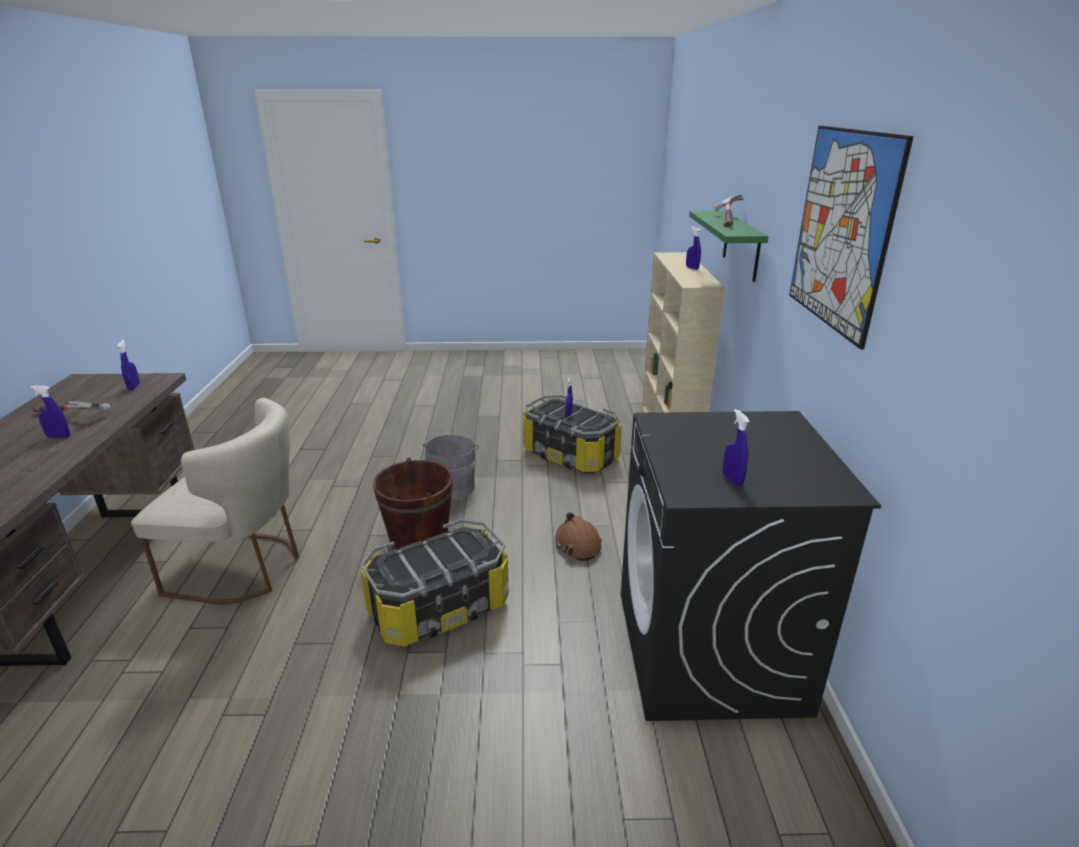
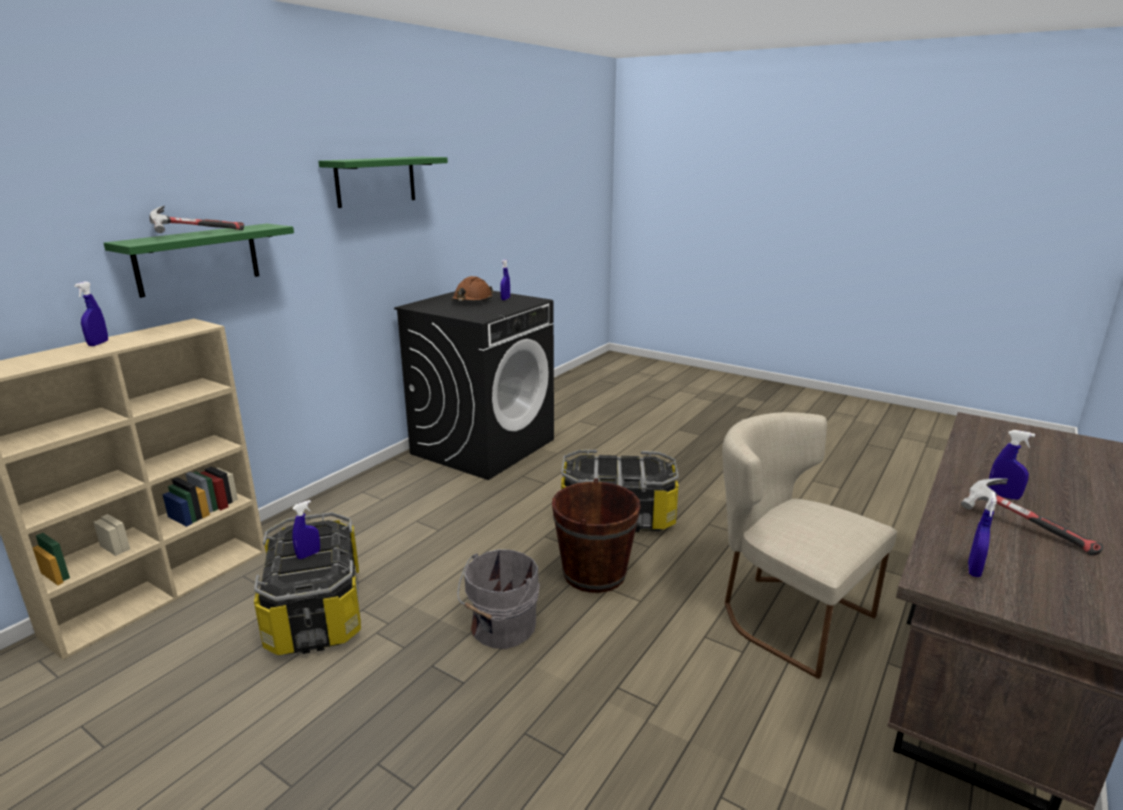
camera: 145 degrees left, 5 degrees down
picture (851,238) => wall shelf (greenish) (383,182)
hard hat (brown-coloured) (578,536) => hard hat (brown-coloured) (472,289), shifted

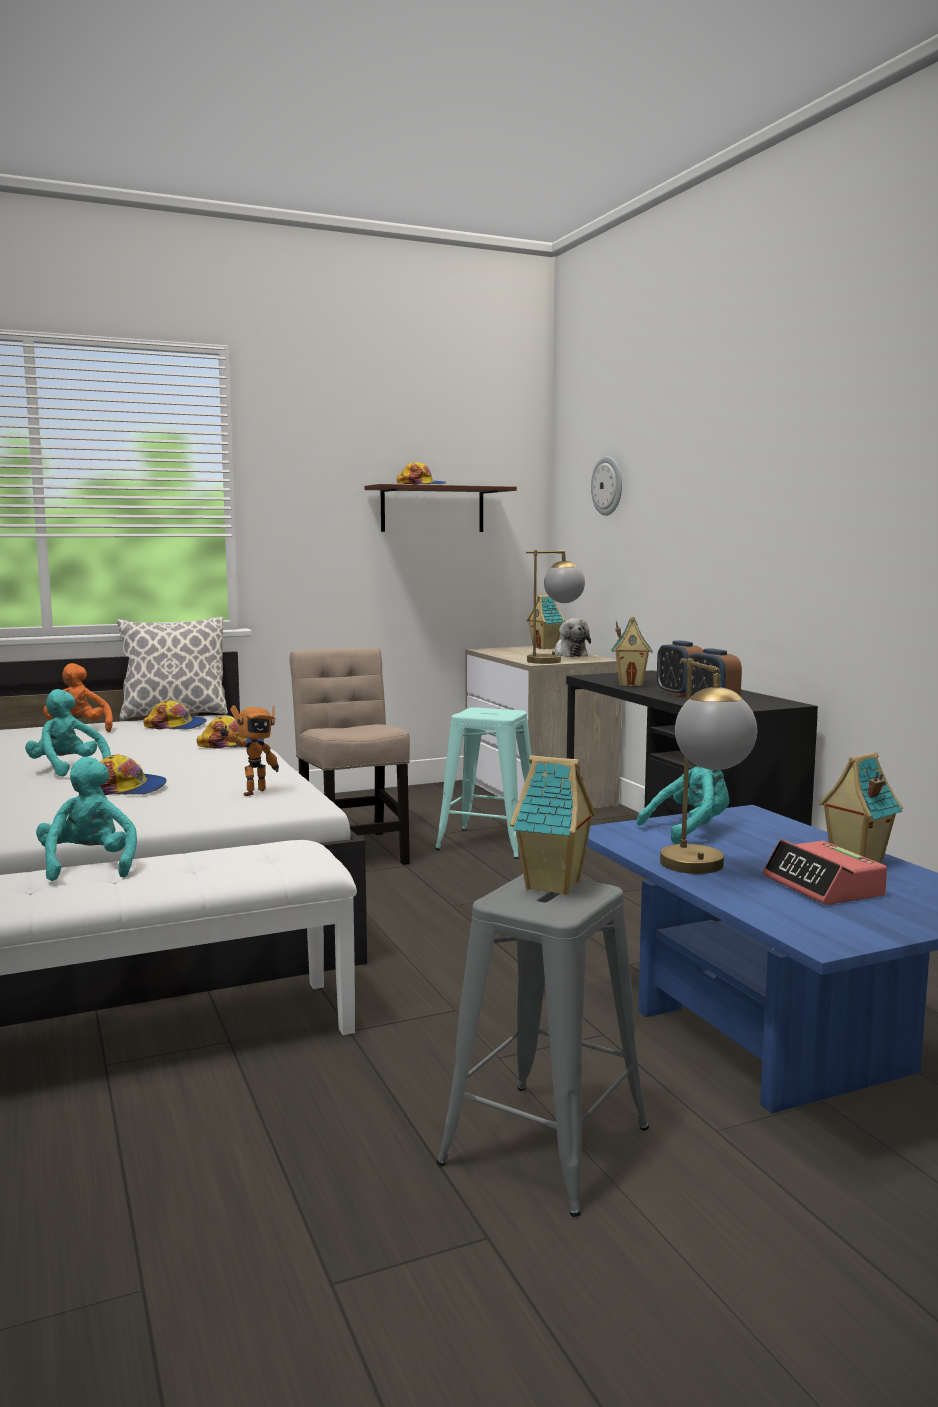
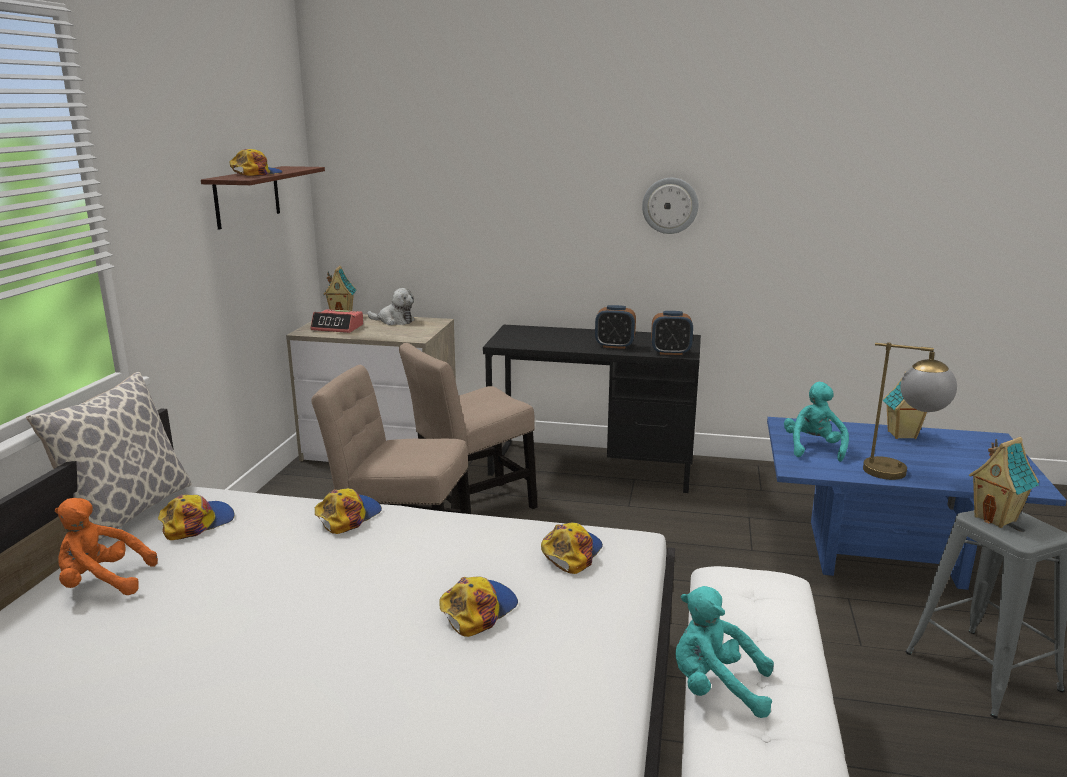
camera: 55 degrees left, 10 degrees up
clock on the wall (606,486) => clock on the wall (670,206), shifted
tabletop lamp (555,607) => nothing
model house (632,650) => nothing
plush toy (turquoise-coloured) (68,732) => nothing
toy robot (249,750) => peaked cap (572,548)
sitting stool (turquoise-coloured) (483,783) => chair (beige-coloured) (468,426)
alarm clock (825,872) => alarm clock (336,321), shifted

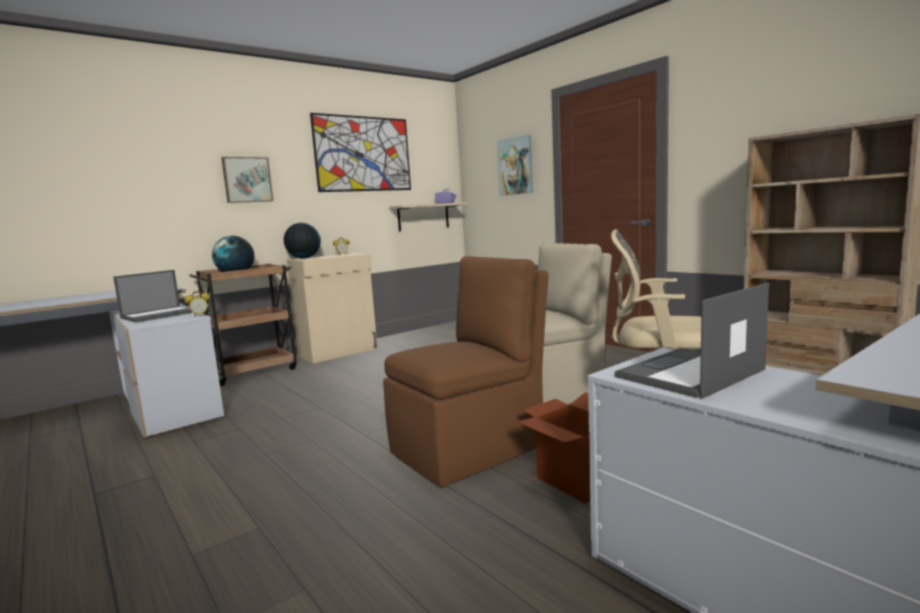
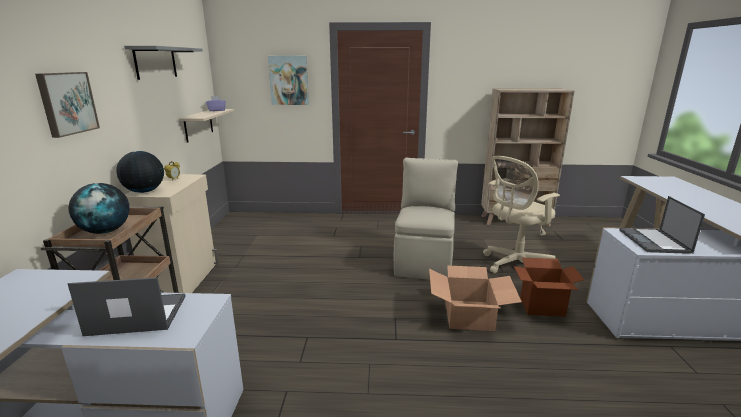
camera: 50 degrees left, 10 degrees up
picture (360,152) => wall shelf (grey) (163,63)
chair (brown-coloured) (466,372) => cardboard box (475,298)
notebook computer (153,296) => notebook computer (127,306), 90 degrees counterclockwise
alarm clock (197,304) => nothing

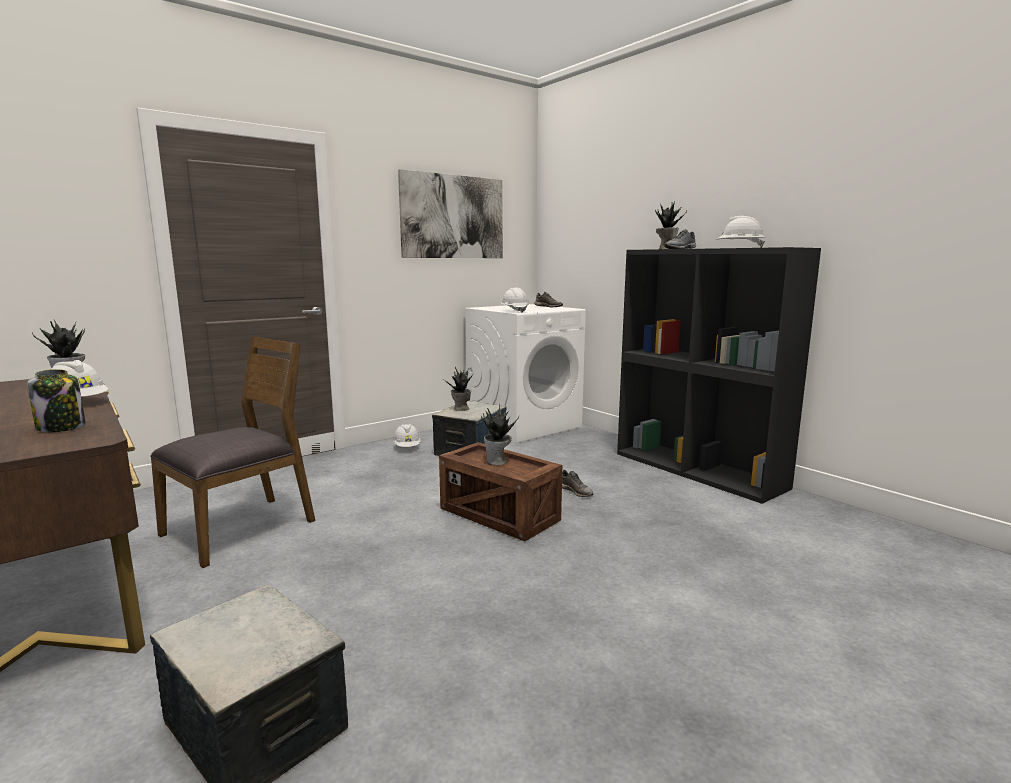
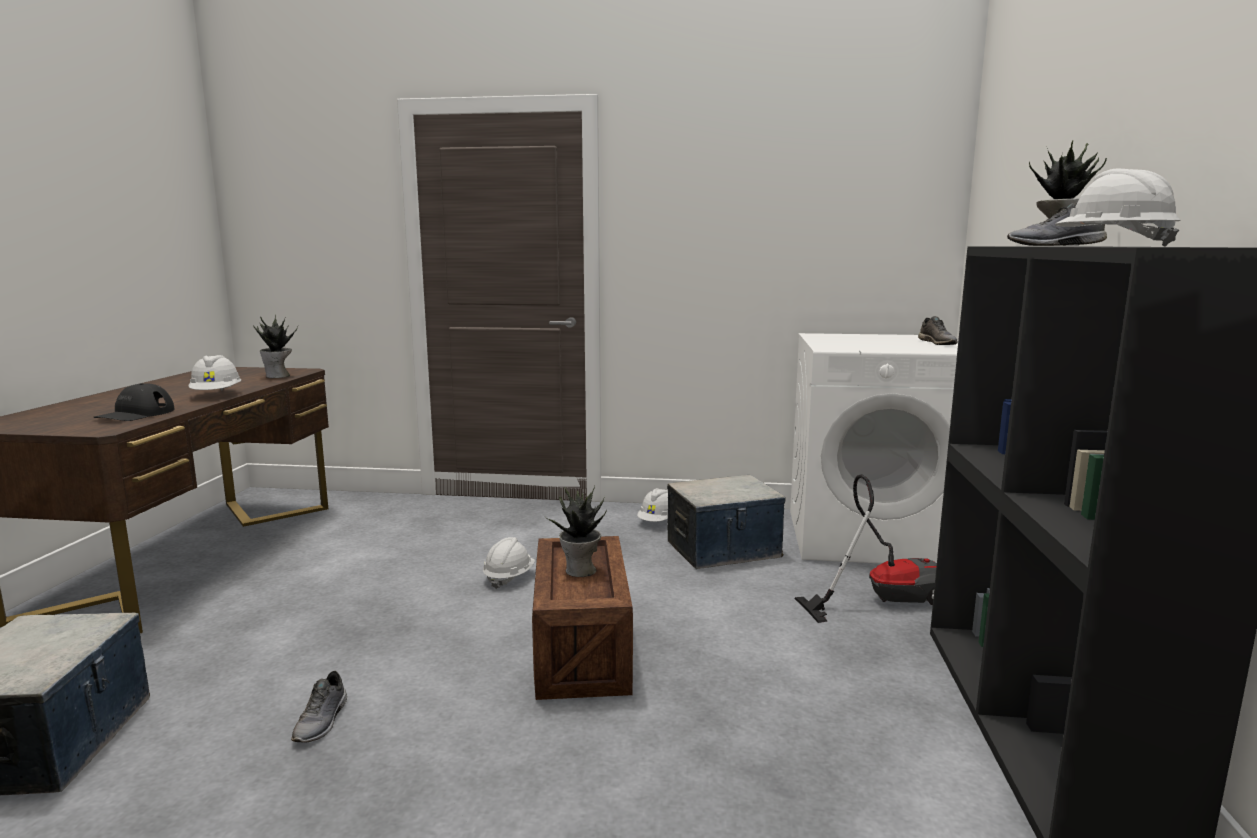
camera: 45 degrees right, 0 degrees up
picture (450,213) => nothing
hard hat (whitish) (514,299) => hard hat (whitish) (509,563), shifted
chair (brown-coloured) (232,452) => nothing
plant in a pot (458,389) => nothing
jar (56,400) => peaked cap (blackish) (134,402)
item of footwear (grey) (578,483) => item of footwear (grey) (319,707), shifted
nothing => vacuum cleaner (866,548)

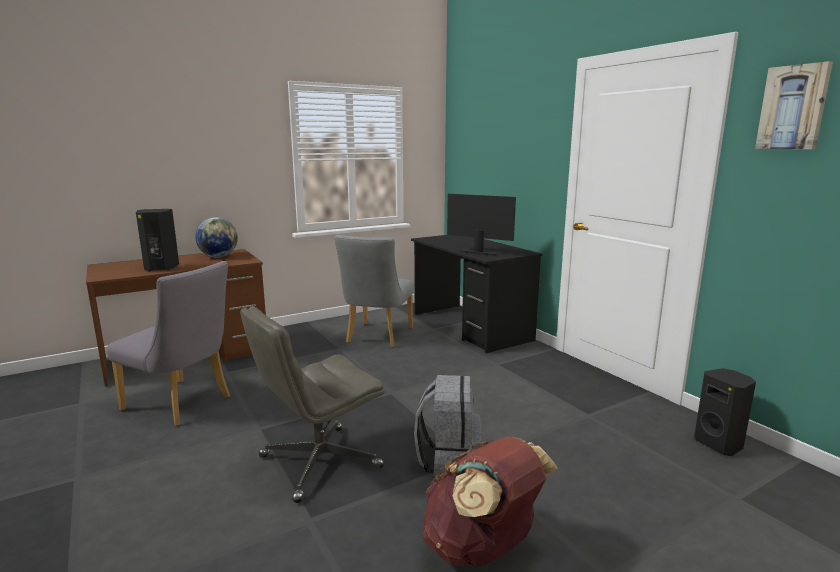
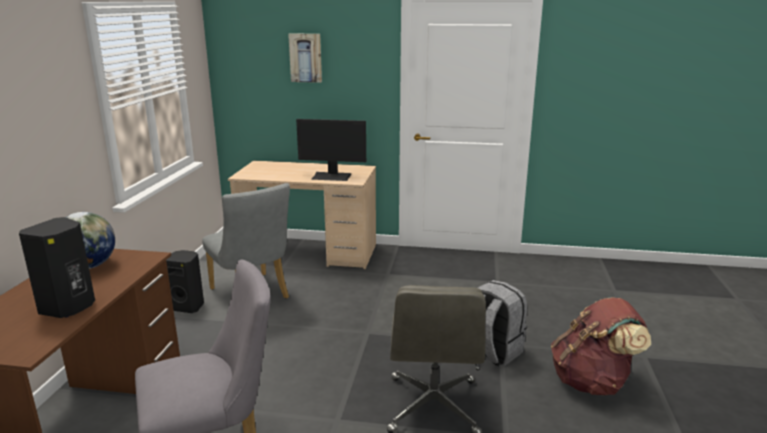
camera: 50 degrees left, 5 degrees up
picture (794,105) => picture (305,58), shifted
computer display (481,225) => computer display (331,150), 150 degrees counterclockwise
desk table (blackish) (476,294) => desk table (beige-coloured) (302,215)
audio speaker (blackish) (725,412) => audio speaker (blackish) (185,281), shifted

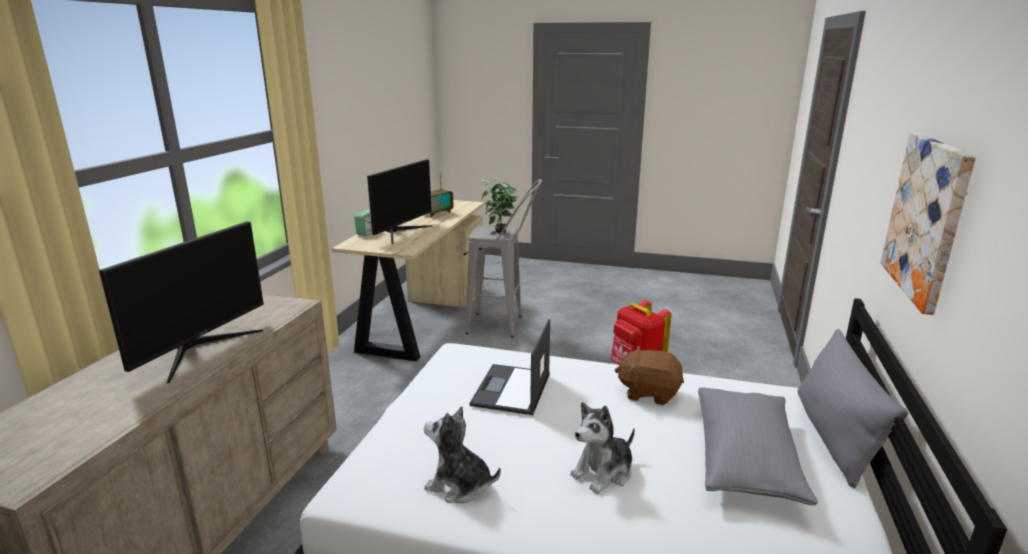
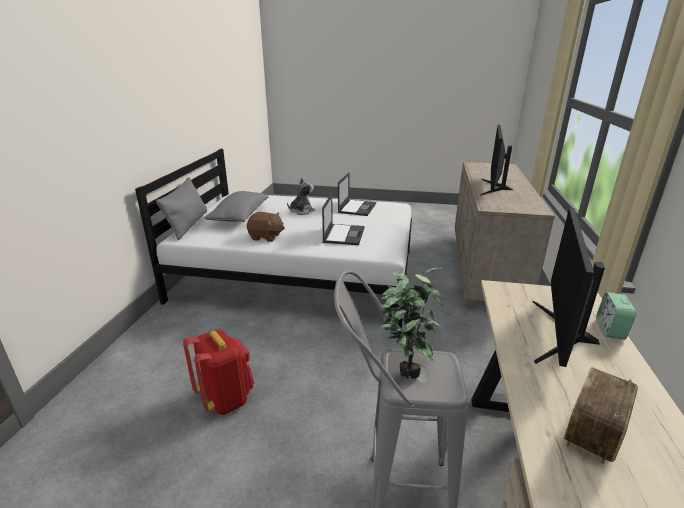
camera: 175 degrees right, 5 degrees up
picture (928,224) => nothing
plush toy (462,454) => notebook computer (357,194)

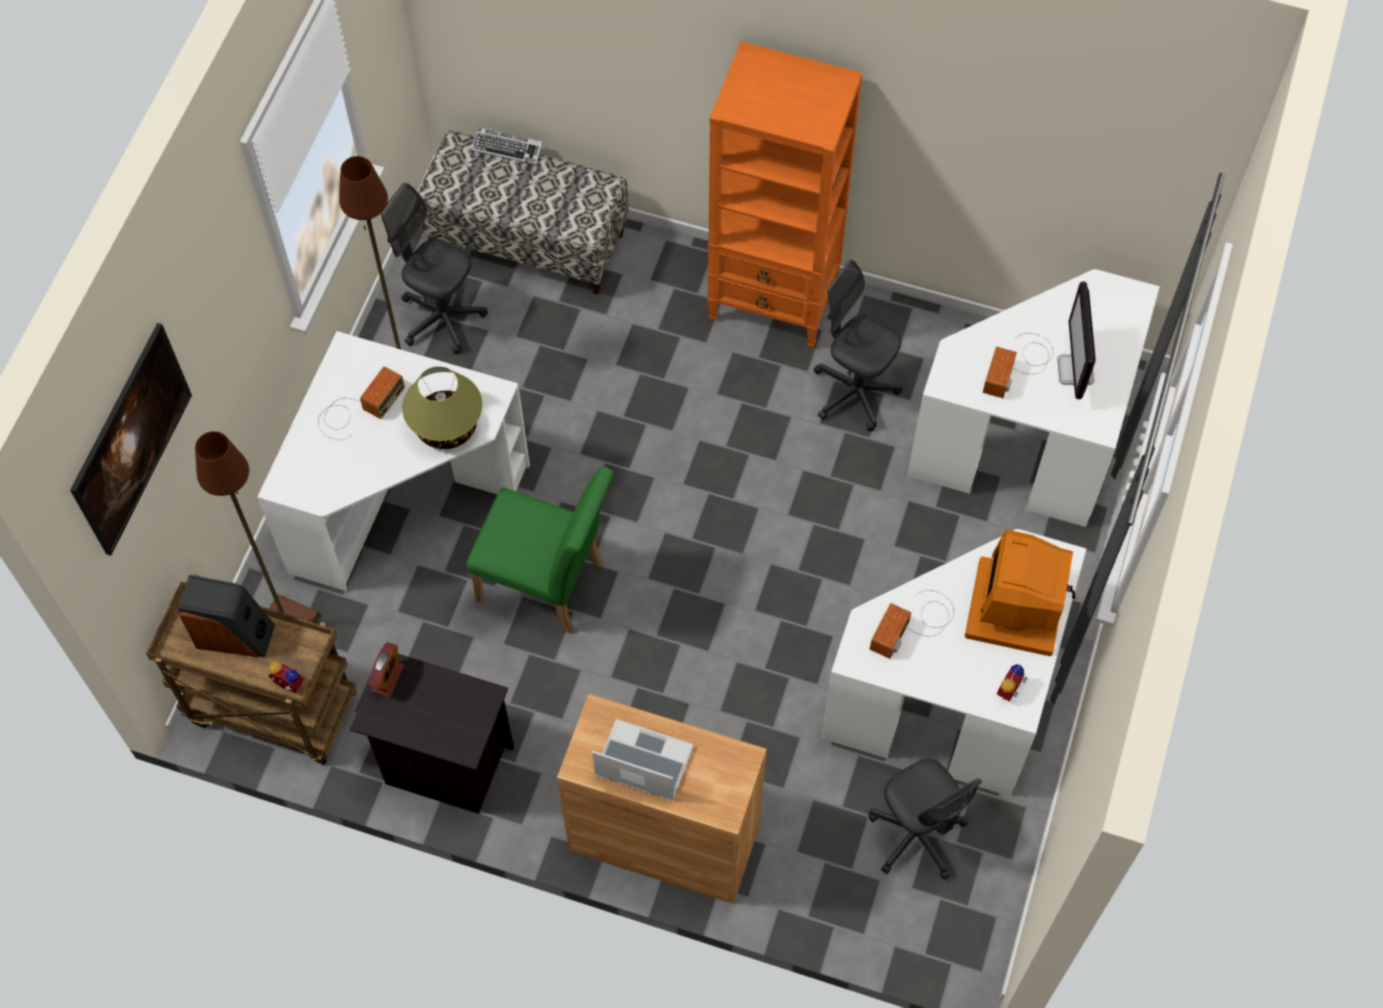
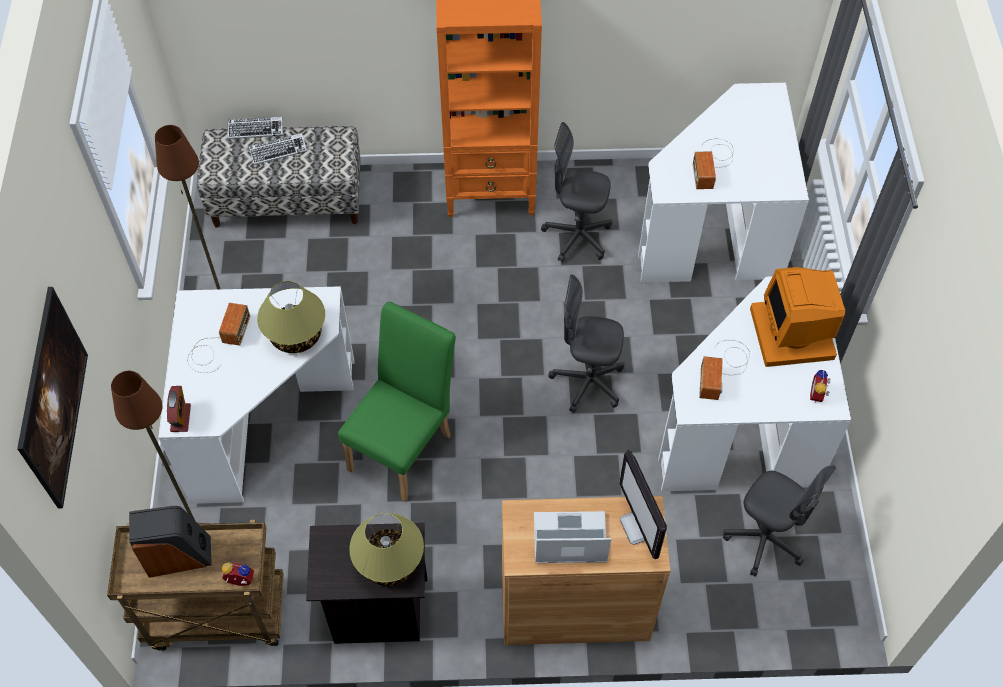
camera: 20 degrees left, 5 degrees down
desk chair (grey) (434,268) => desk chair (grey) (586,343), shifted
computer display (1076,340) => computer display (643,504), shifted
chair (greenish) (540,550) => chair (greenish) (397,402), 60 degrees counterclockwise
alarm clock (386,670) => alarm clock (179,409), shifted
nothing => computer keyboard (278,149)
nothing => tabletop lamp (386,549)

